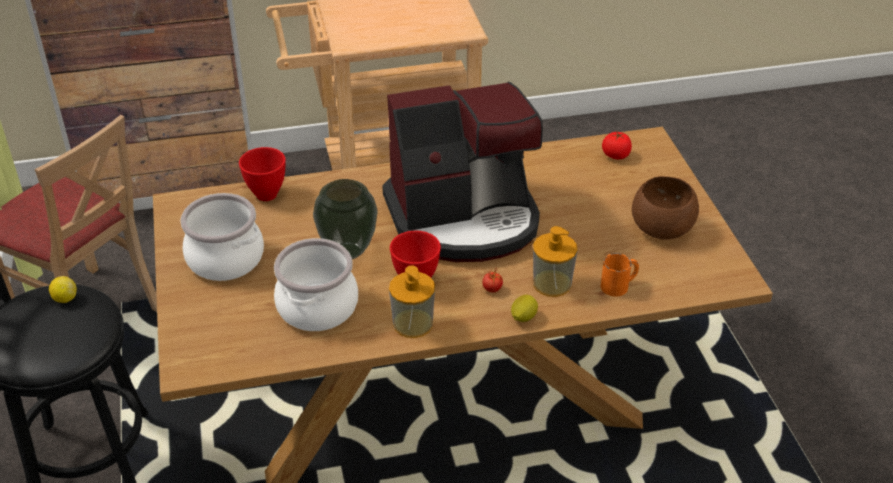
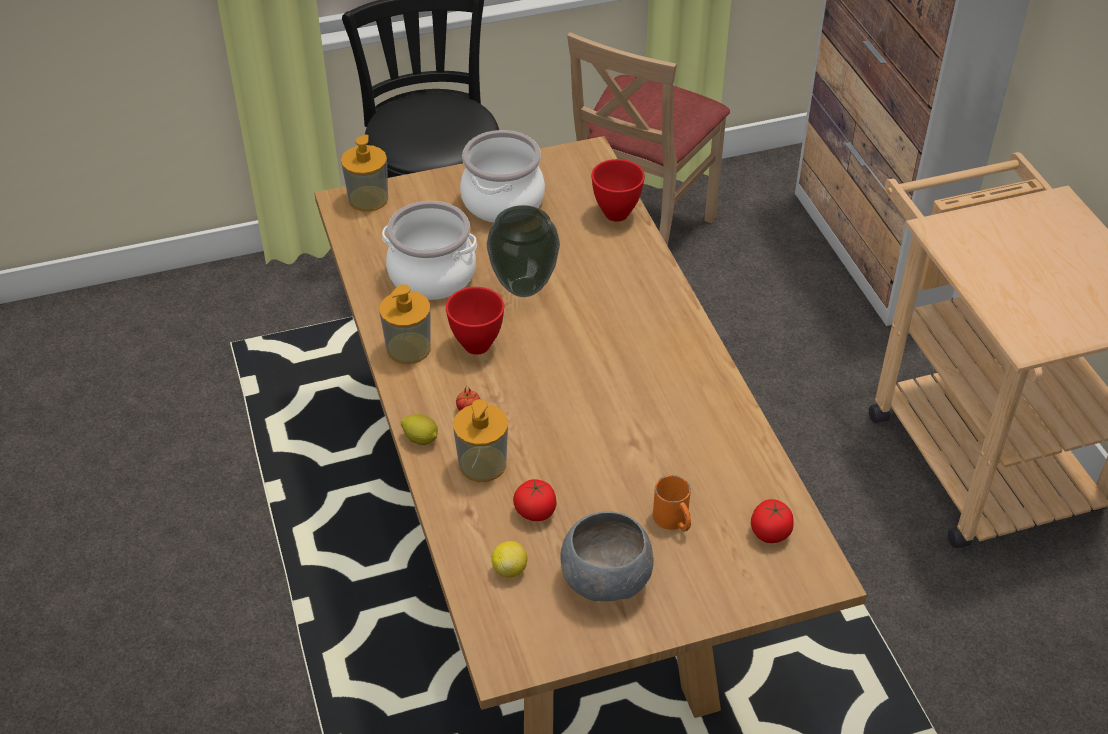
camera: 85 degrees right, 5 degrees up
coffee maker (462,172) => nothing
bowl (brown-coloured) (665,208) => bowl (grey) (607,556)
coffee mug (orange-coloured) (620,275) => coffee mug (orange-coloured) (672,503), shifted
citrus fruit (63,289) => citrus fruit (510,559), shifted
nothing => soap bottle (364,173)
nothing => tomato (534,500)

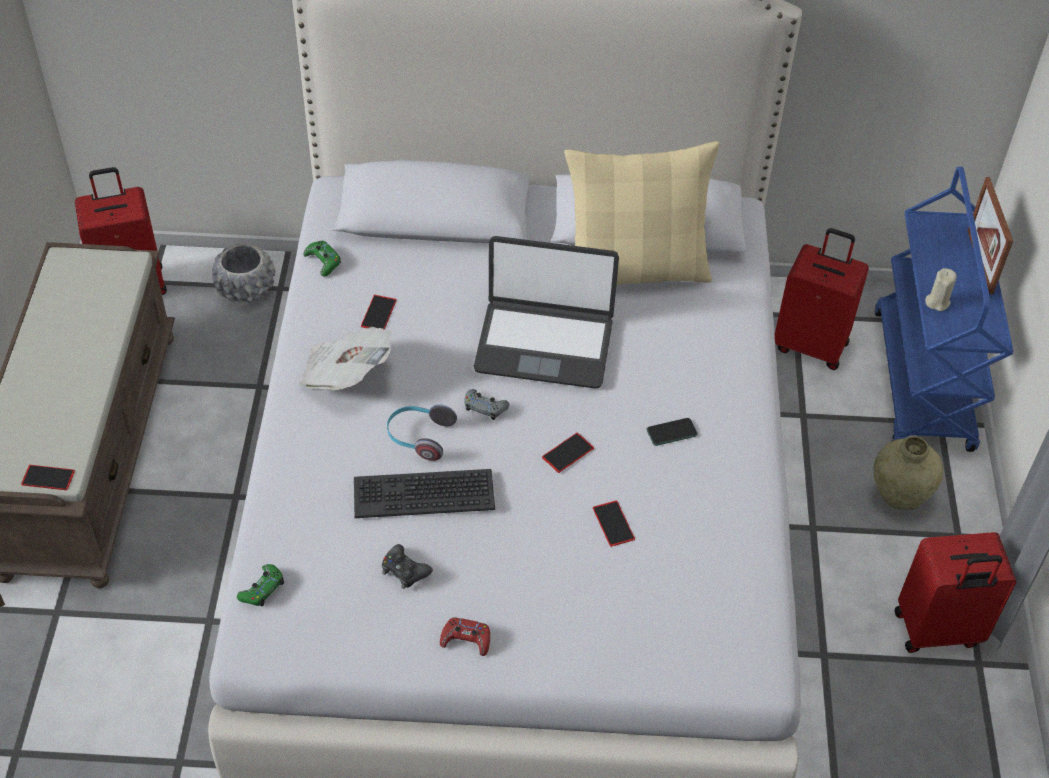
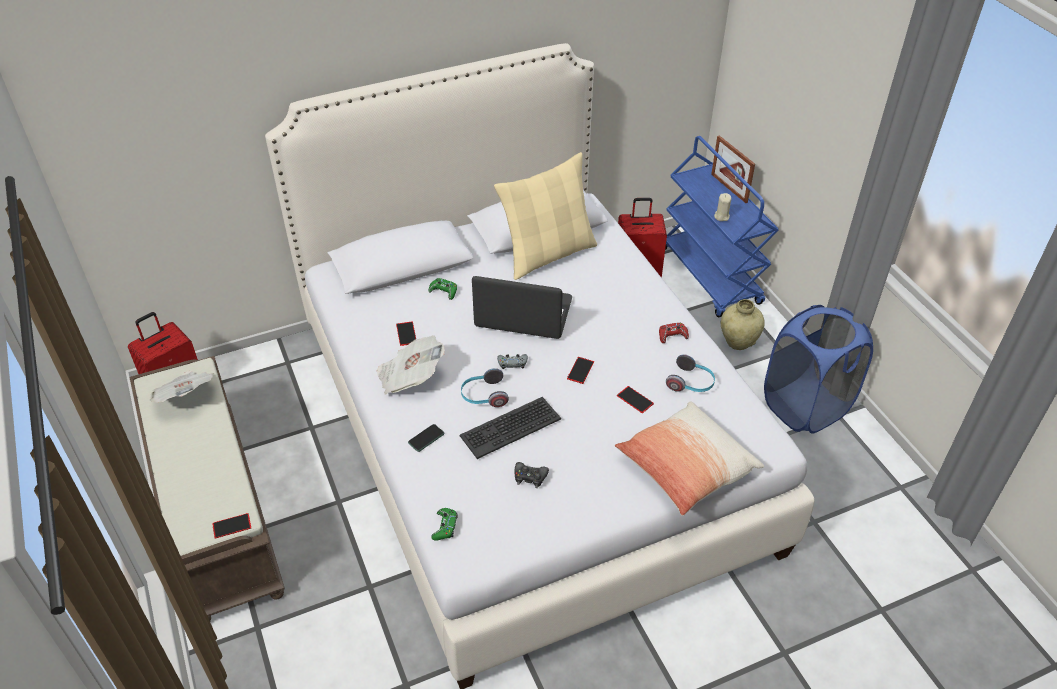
camera: 25 degrees left, 5 degrees down
notebook computer (546,312) => notebook computer (522,307), 150 degrees counterclockwise
joypad (greenish) (322,259) => joypad (greenish) (442,289), shifted
plant pot (grey) (243,273) => nothing
phone (671,432) => phone (426,438), shifted
suitcase (reddish) (955,592) => hamper (blue-coloured) (818,369)
joypad (reddish) (465,636) => joypad (reddish) (674,333), shifted
nothing => headphones (690,373)
nothing => newspaper (182,386)
nothing => cushion (689,458)

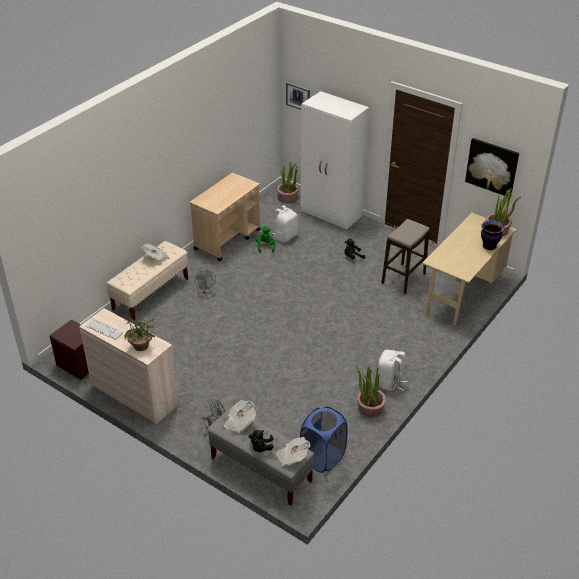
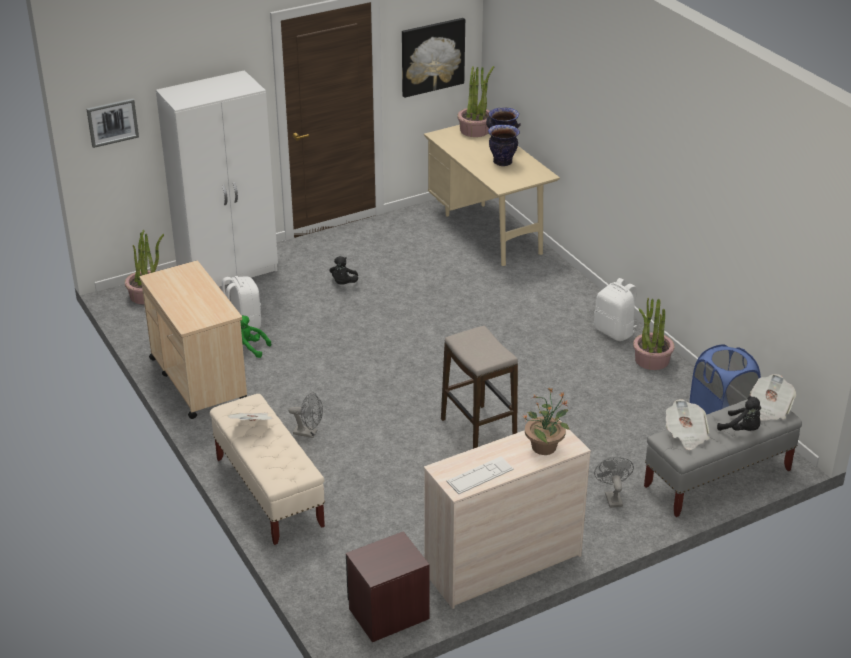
camera: 65 degrees left, 5 degrees down
sitting stool (405,256) => sitting stool (479,387), shifted
nothing => decorative vase (504,145)

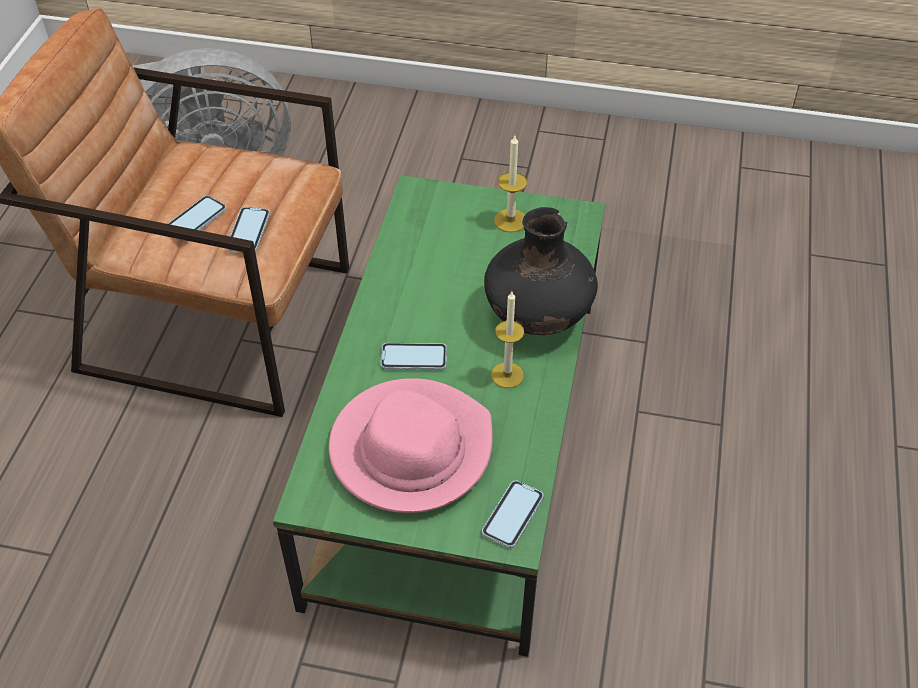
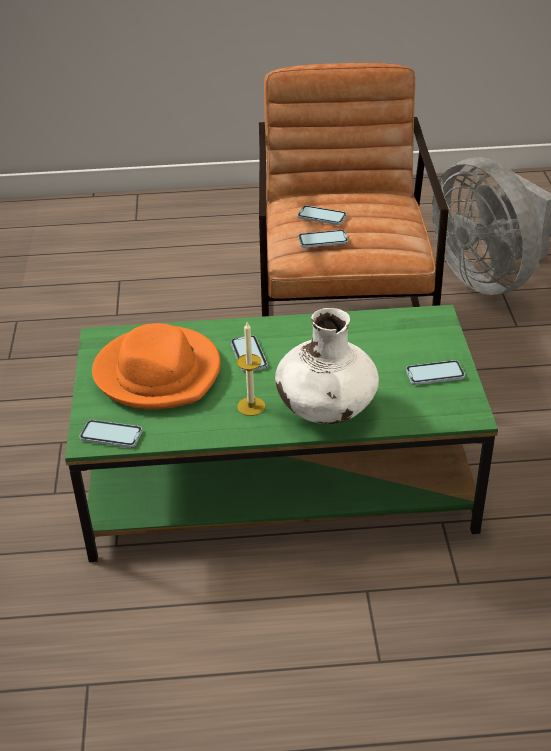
camera: 75 degrees right, 10 degrees down
wax light (510,183) => phone (435,372)
decorative vase (blackish) (541,271) => decorative vase (whitish) (327,366)
clothing hat (pinkish) (411,445) => clothing hat (orange-coloured) (156,366)

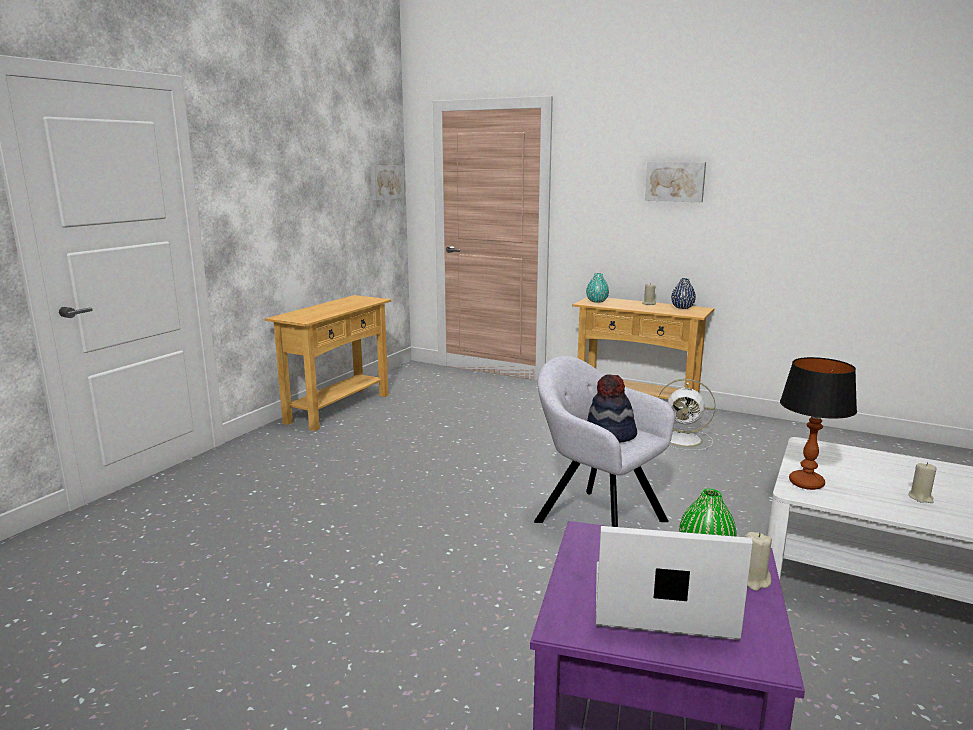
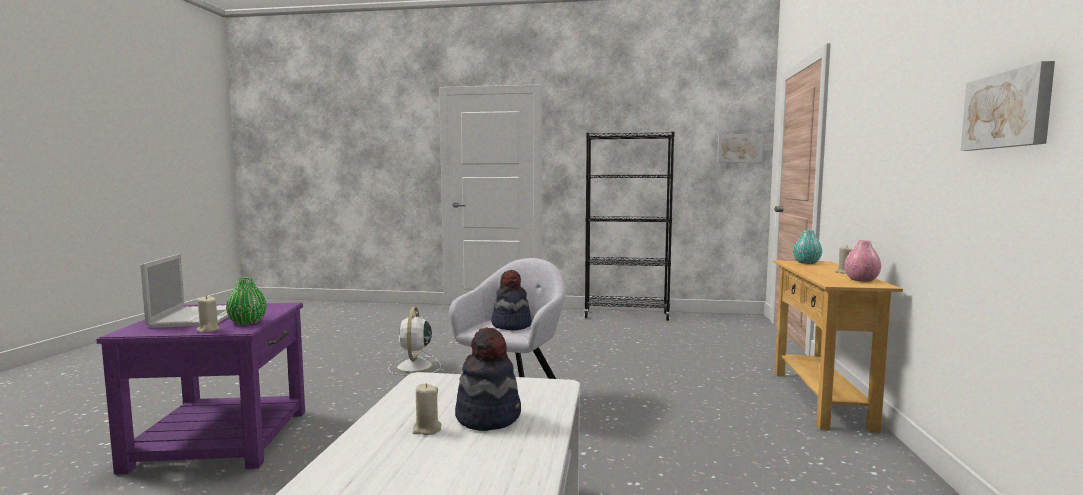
camera: 70 degrees right, 10 degrees down
picture (675,182) => picture (1008,106), shifted
decorative vase (blue-coloured) (683,293) => decorative vase (pinkish) (862,261)
console table (beige-coloured) (328,363) => shelving unit (blackish) (629,226)
tabletop lamp (818,423) => nothing
cooling fan (whitish) (686,414) => cooling fan (whitish) (414,341), shifted
nothing => clothing hat (488,379)

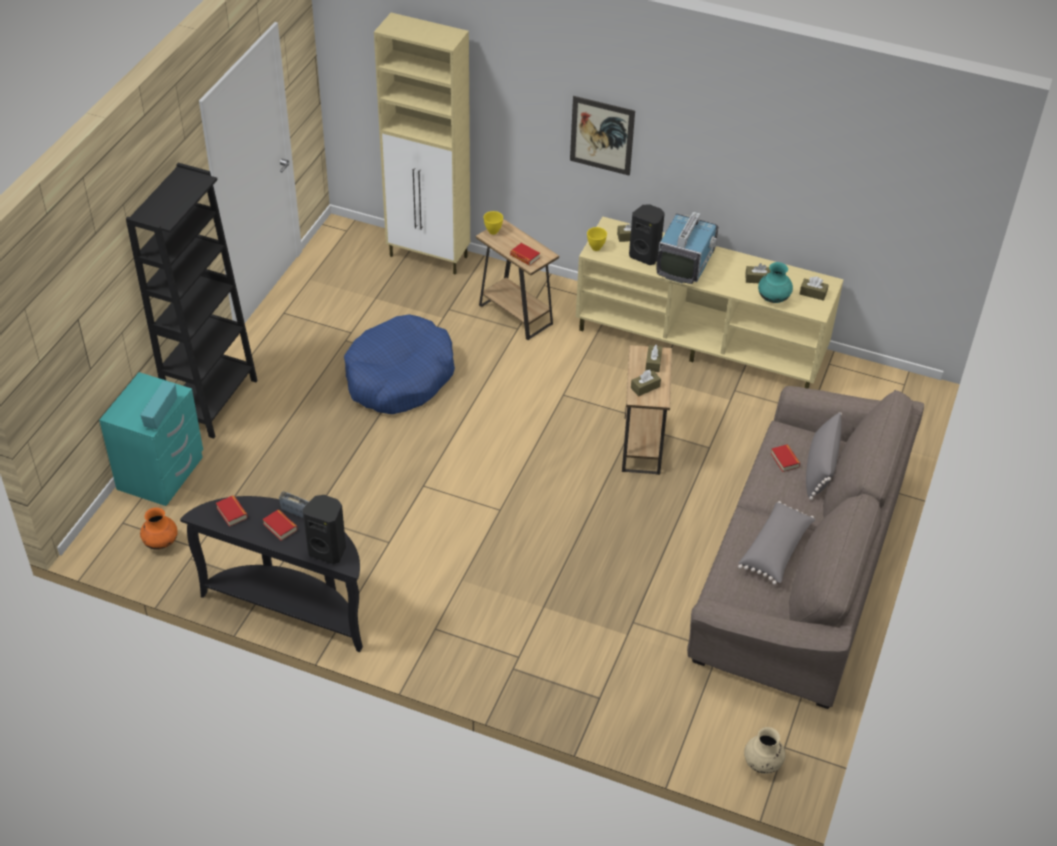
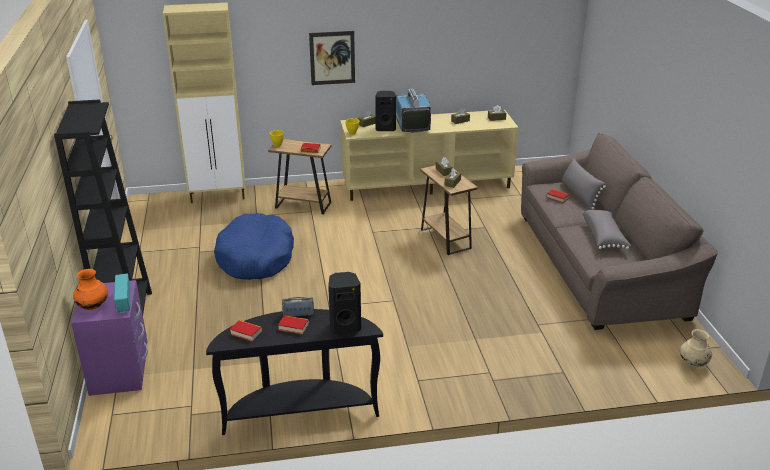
camera: 30 degrees left, 15 degrees down
decorative vase (turquoise-coloured) (775,282) => nothing
night table (turquoise-coloured) (151,439) => night table (purple) (109,338)
decorative vase (orange-coloured) (159,528) => decorative vase (orange-coloured) (90,289), shifted

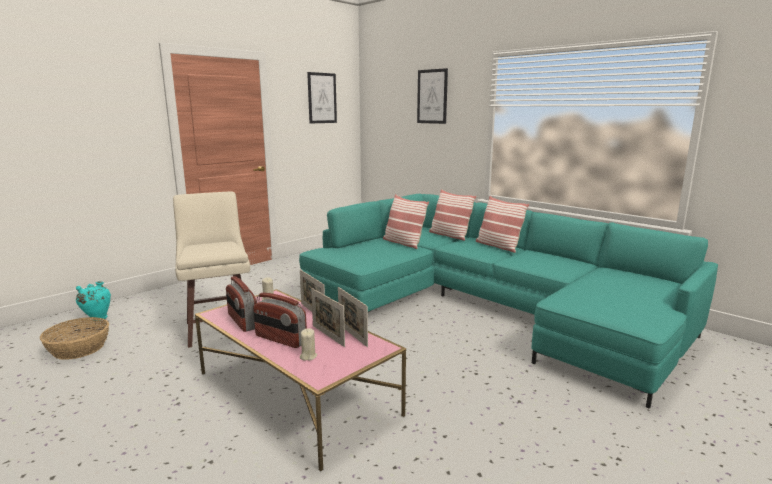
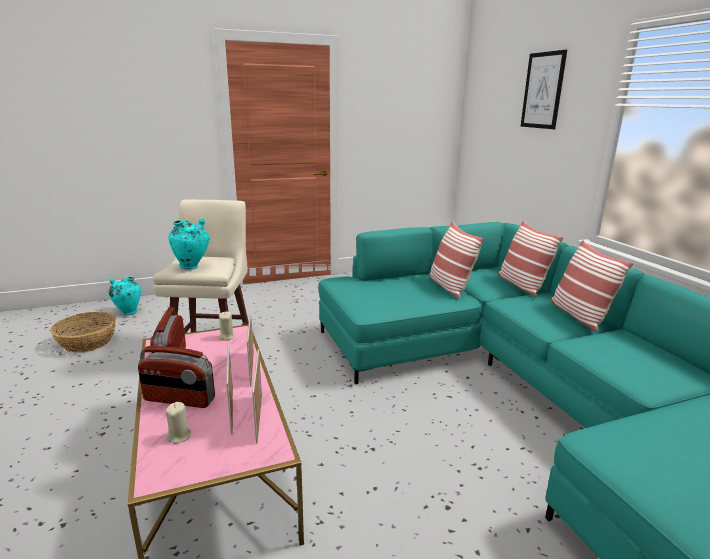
camera: 25 degrees right, 5 degrees up
picture (322,98) => nothing
radio set (280,320) => radio set (176,377), 45 degrees counterclockwise
nothing => decorative vase (turquoise-coloured) (189,244)

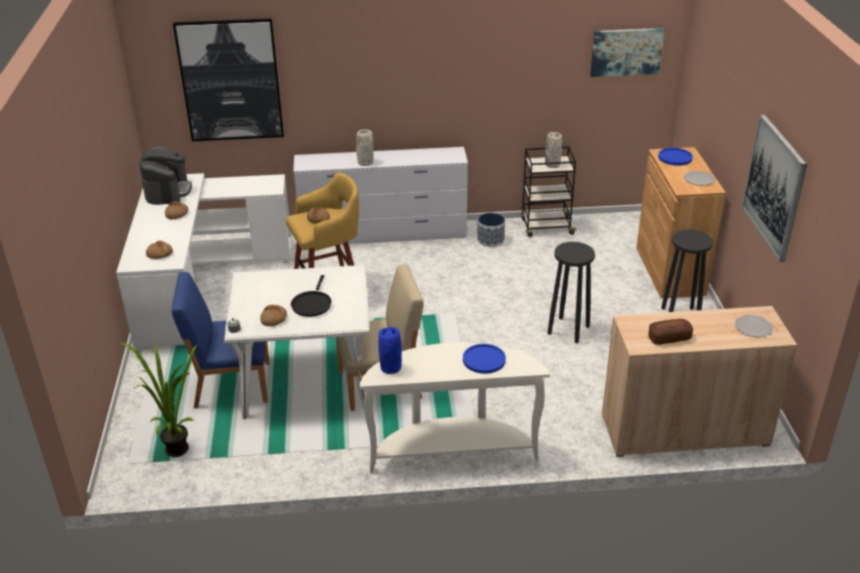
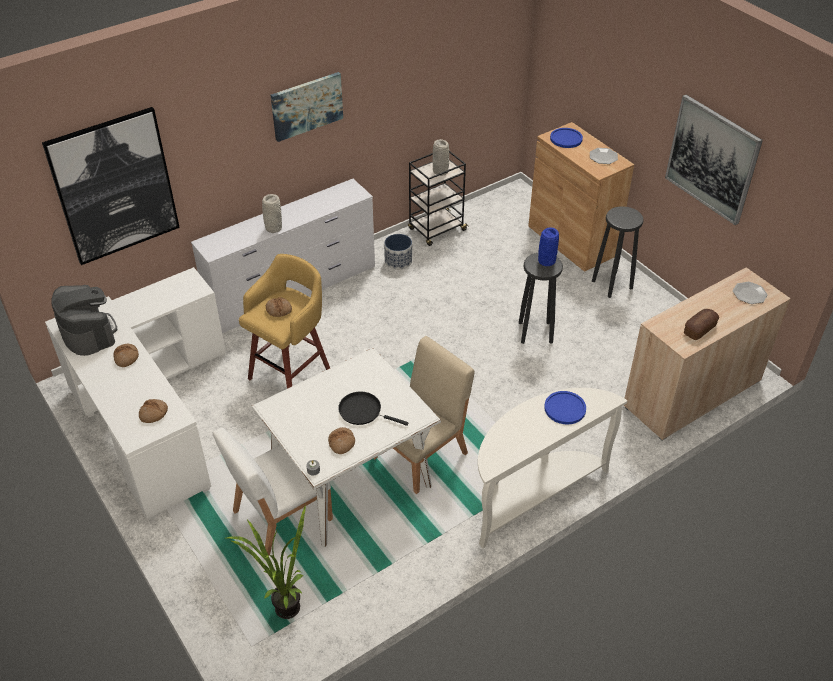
camera: 30 degrees left, 10 degrees up
picture (627,52) => picture (307,107), shifted
chair (blue-coloured) (221,340) => chair (whitish) (273,491)
pan (blackish) (311,296) => pan (blackish) (373,409), 135 degrees clockwise
decorative vase (blue-coloured) (390,350) => decorative vase (blue-coloured) (548,246), shifted

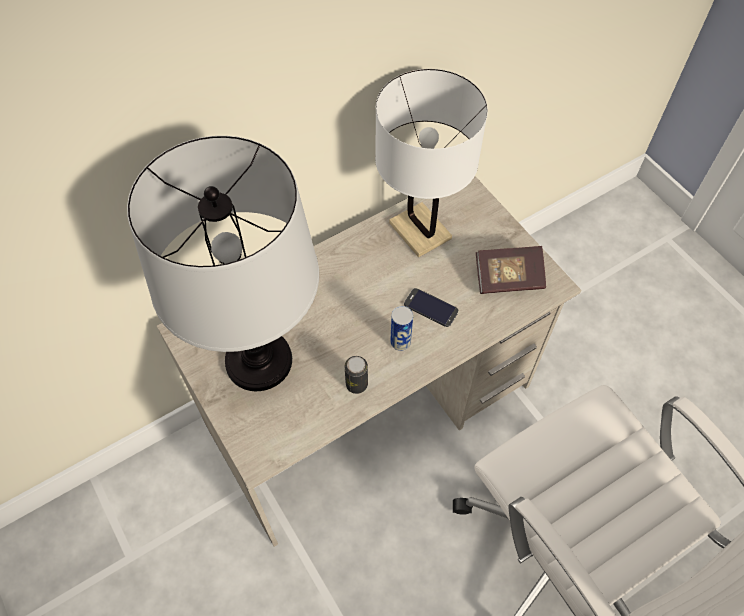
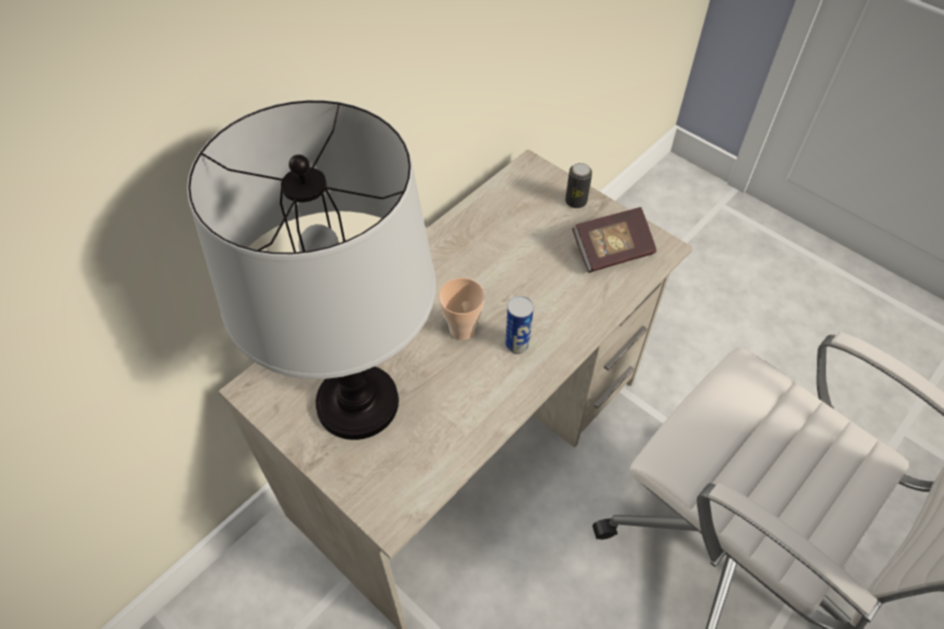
camera: 15 degrees left, 5 degrees down
tabletop lamp (whitish) (431,163) => nothing
phone (431,307) => nothing
can (356,375) => can (578,185), shifted
nothing => small cup (462,309)

